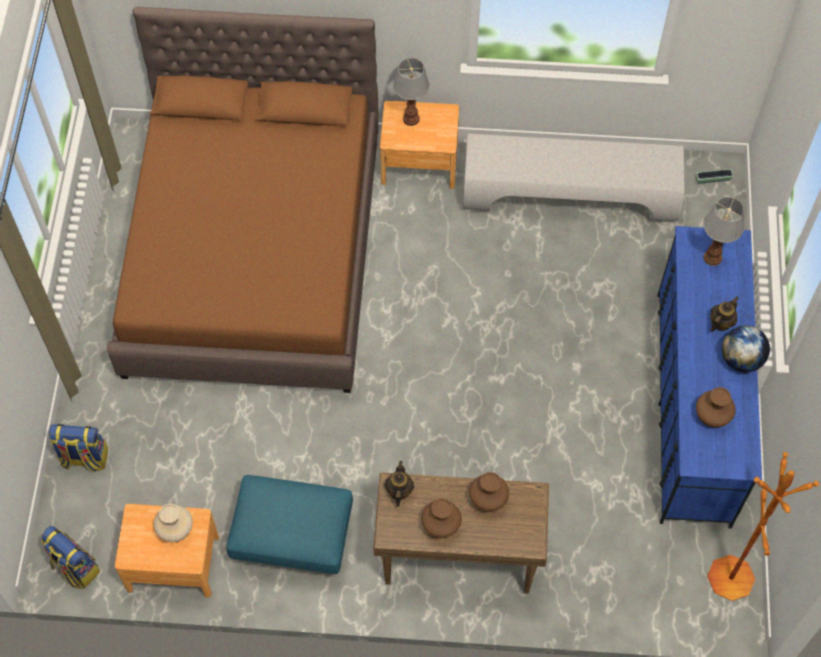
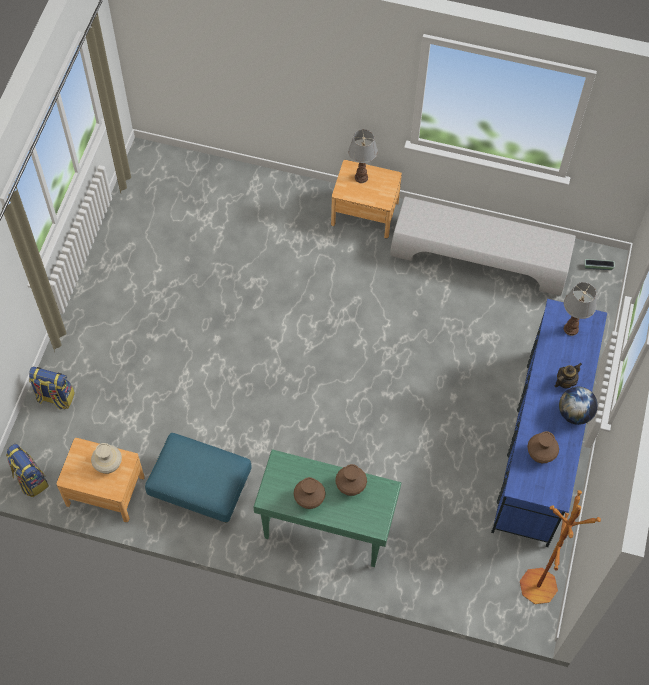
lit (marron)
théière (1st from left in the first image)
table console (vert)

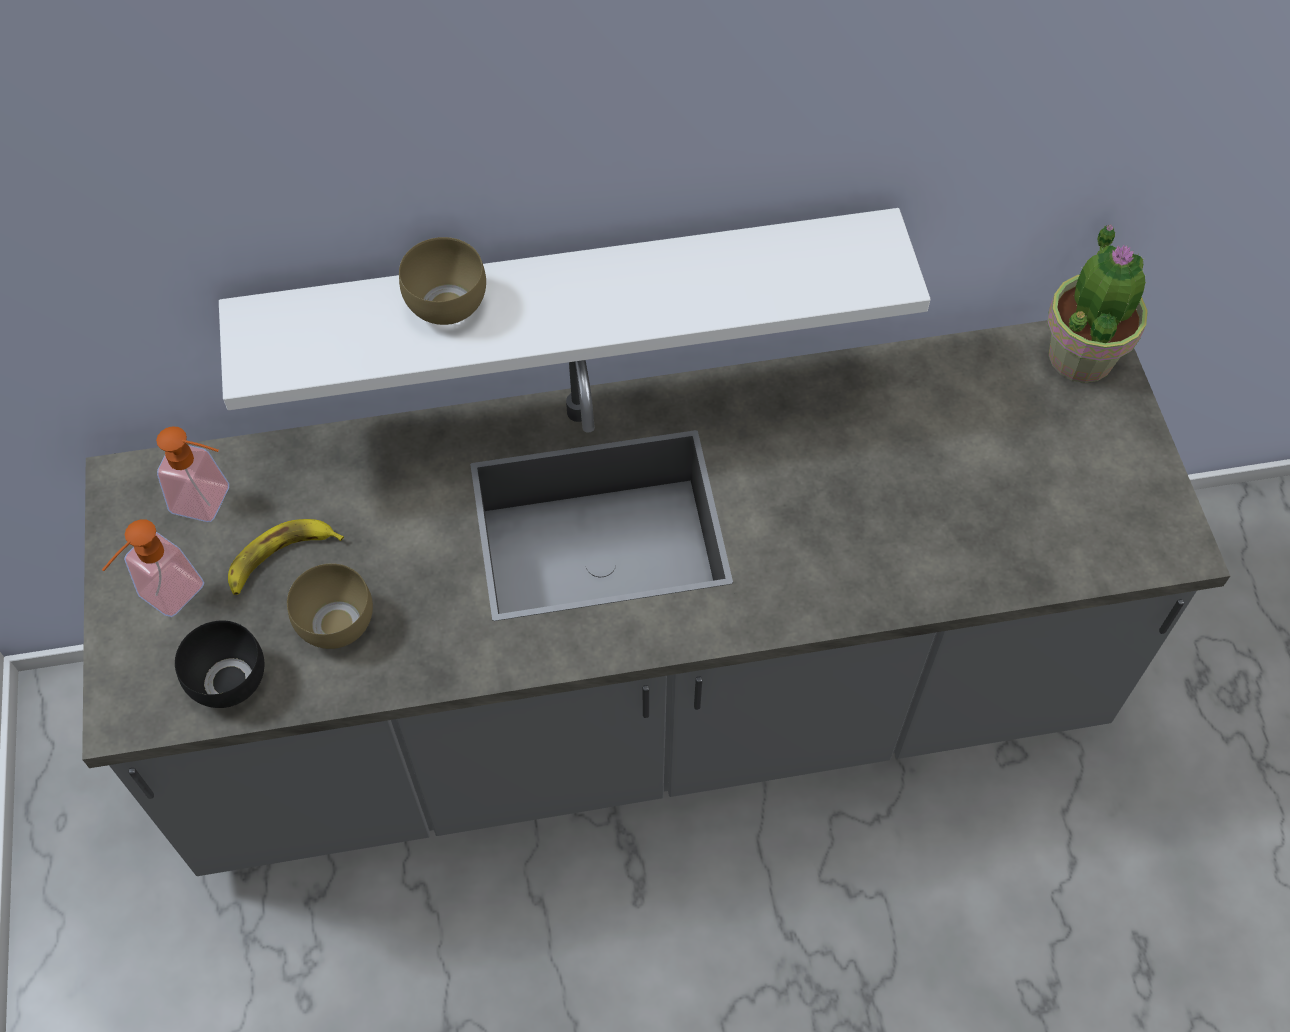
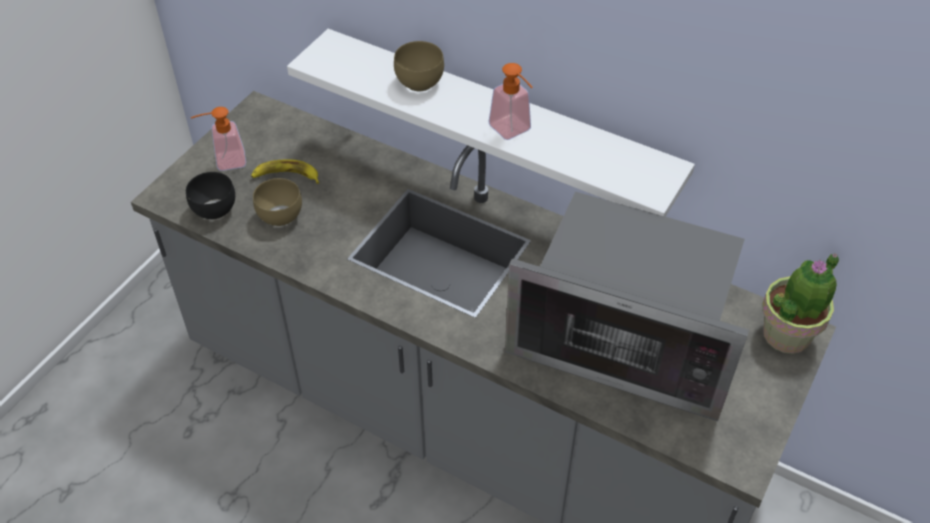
micro-ondes
distributeur de savon (2nd from left)

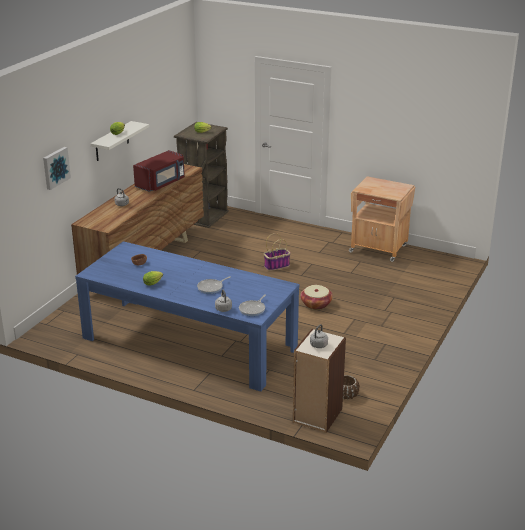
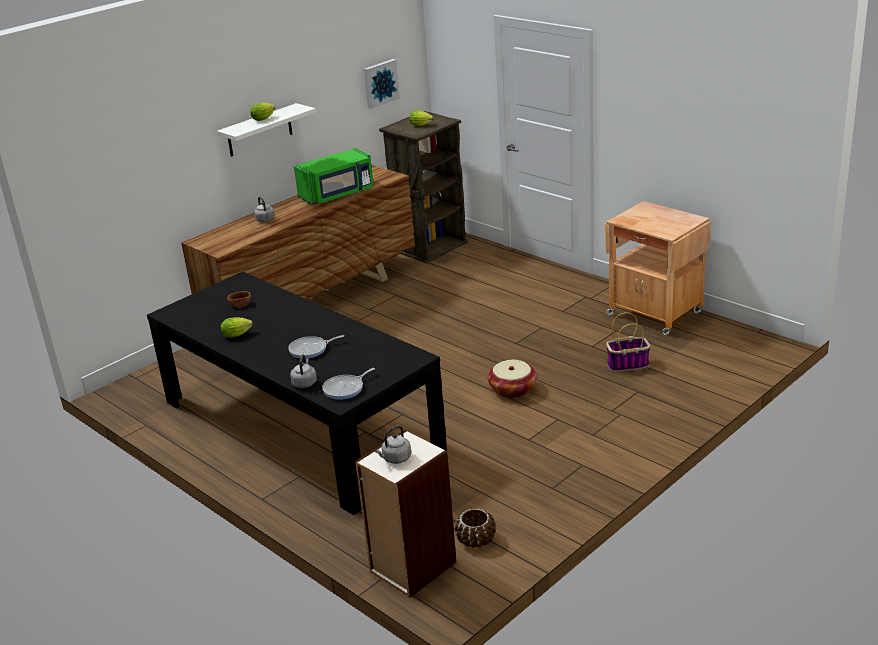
tableau
panier (2nd from left)
table à manger (noir)
micro-ondes (vert)

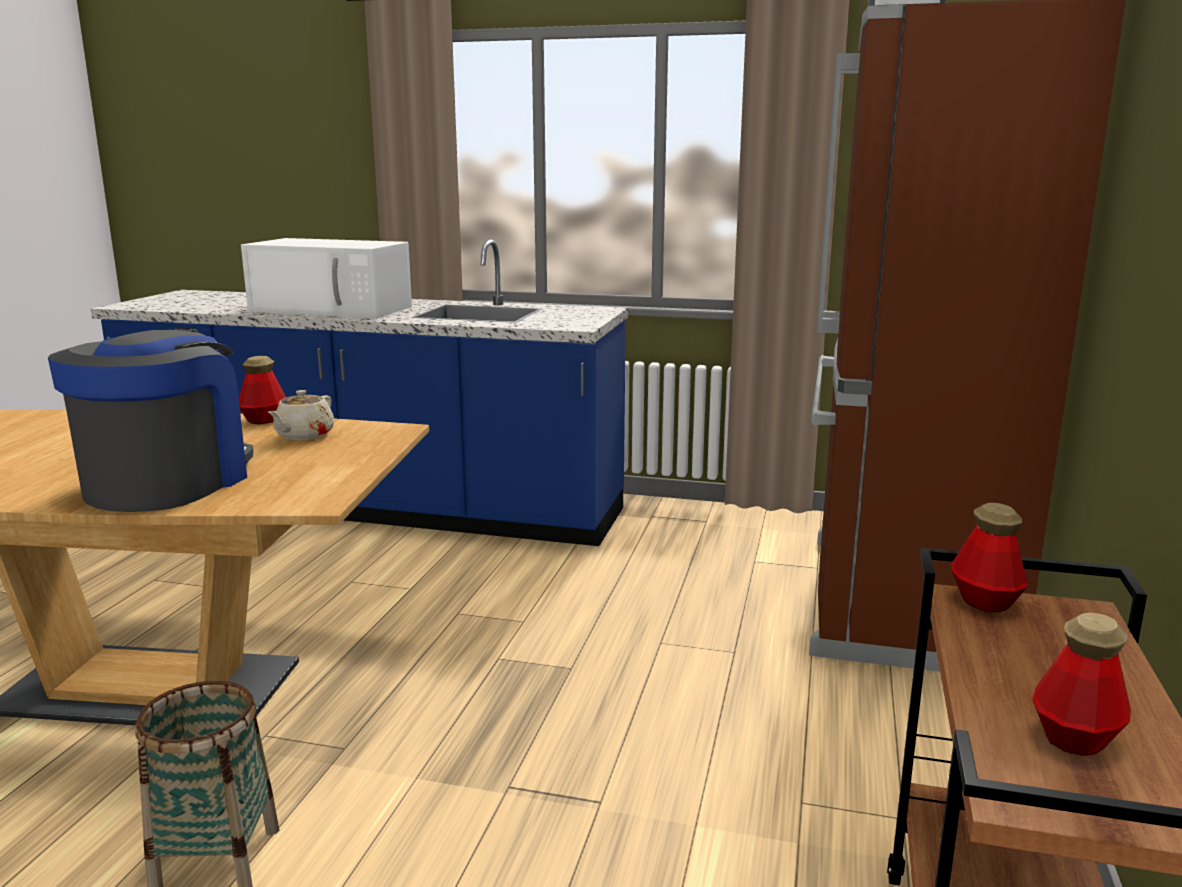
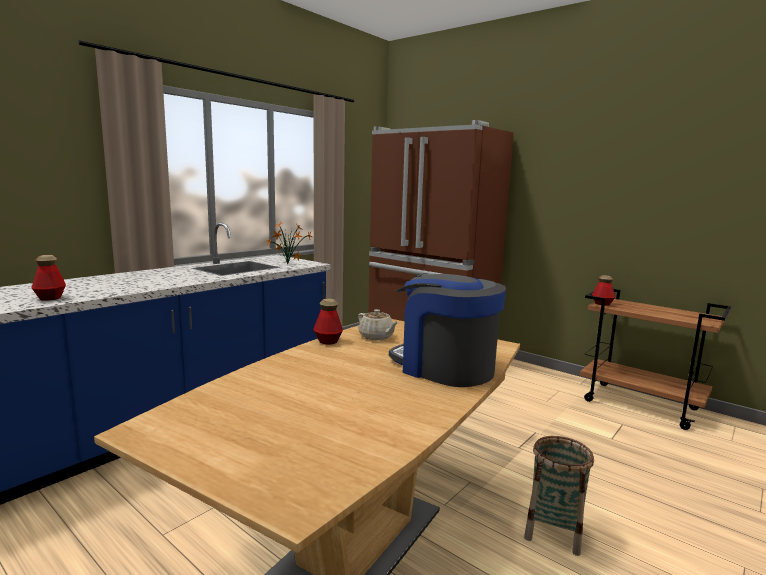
micro-ondes (blanc)
plante en pot
bouteille (1st from left)

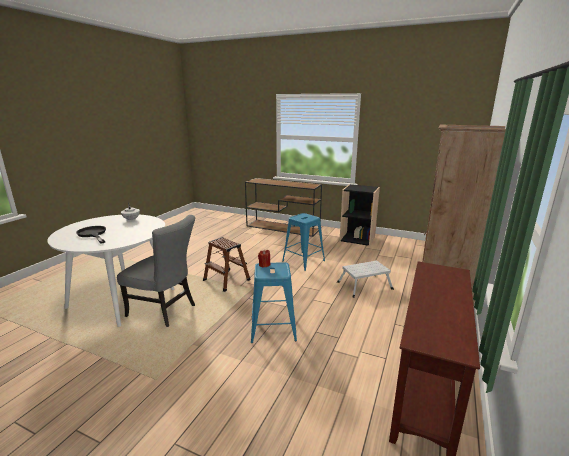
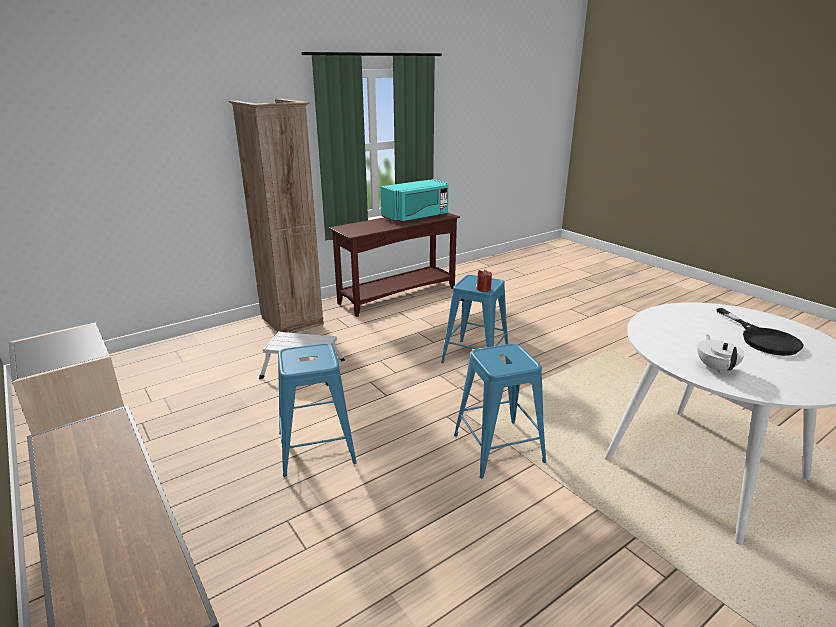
chaise (gris)
micro-ondes (turquoise)
tabouret (bleu) (3rd from left)

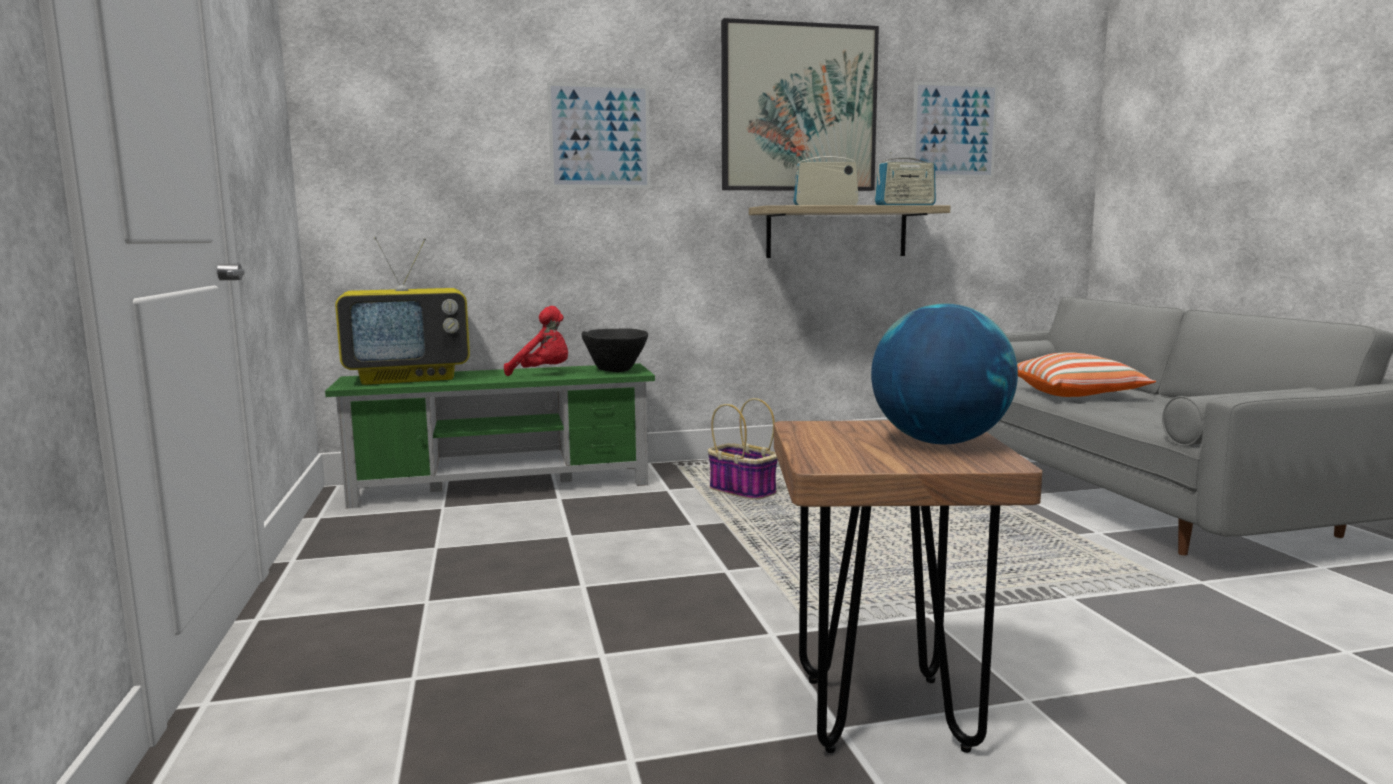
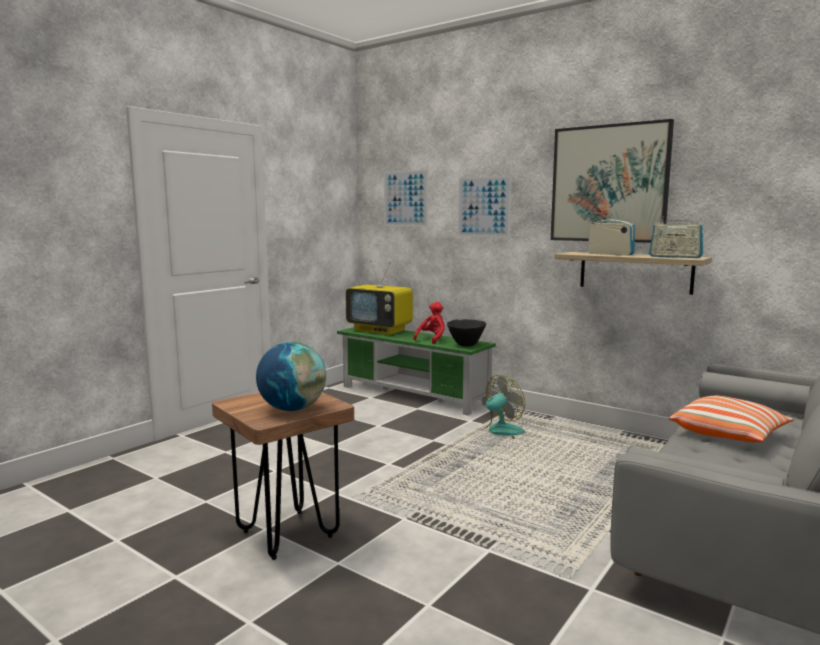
tableau (1st from left)
ventilateur
peluche (rouge)

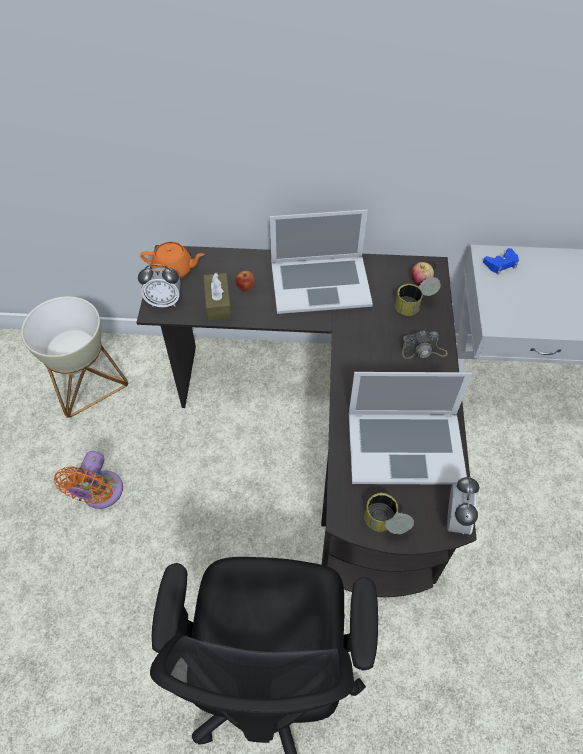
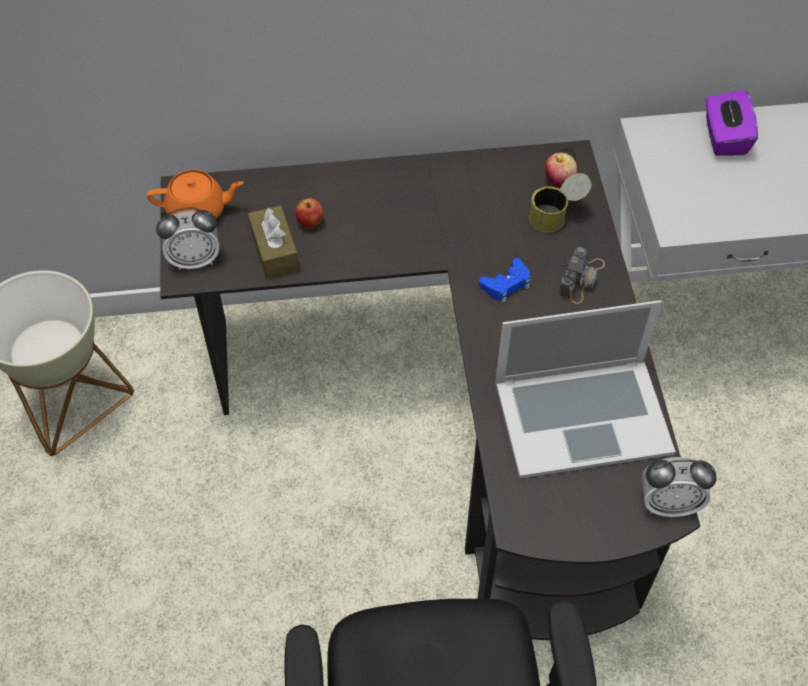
ventilateur (orange)
ordinateur portable (1st from left in the first image)
boîte métallique (1st from left in the first image)
boîte à mouchoirs (violet)
manette (bleu)
appareil photo
réveil (2nd from left)

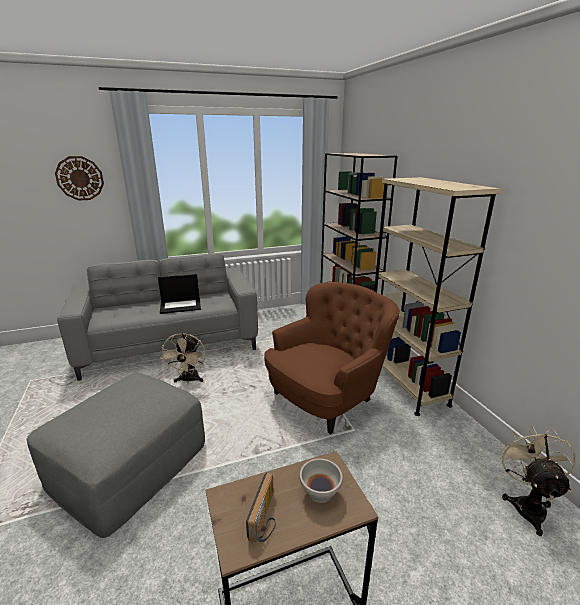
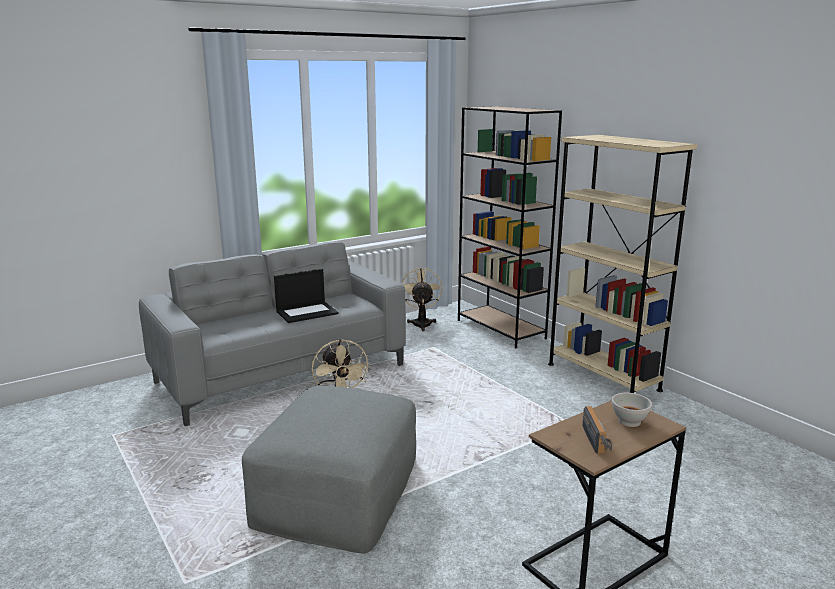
horloge murale
fauteuil (marron)
ventilateur (beige) (2nd from left)

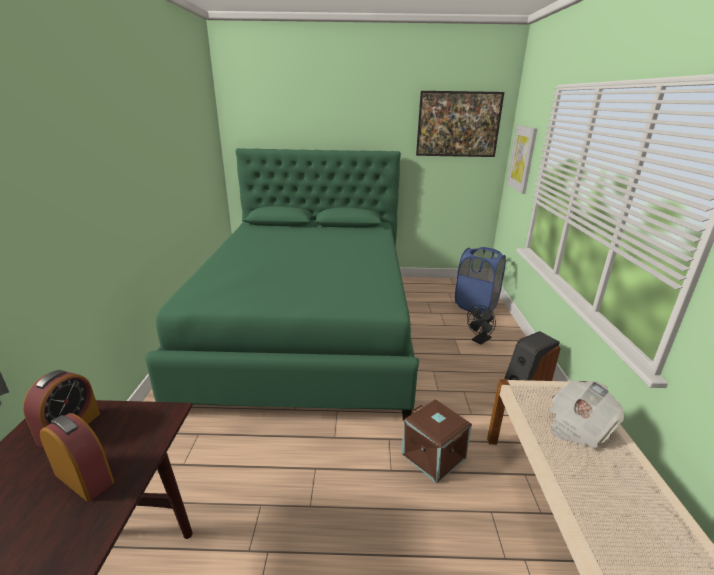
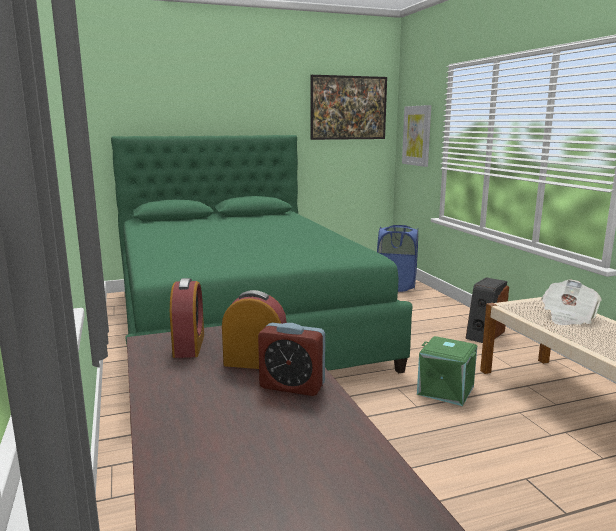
ventilateur (noir)
réveil (3rd from left)
boîte de rangement (vert)

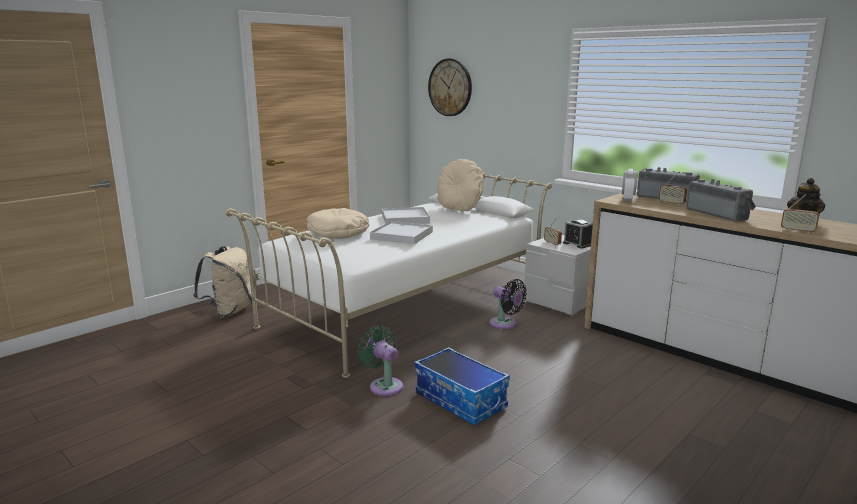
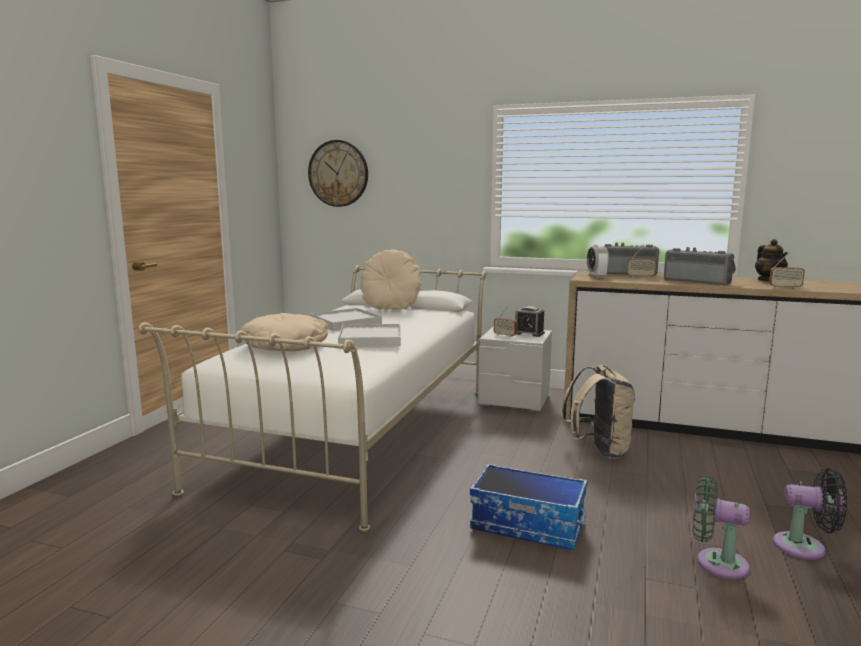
sac à dos (beige)
ventilateur (vert)
ventilateur (noir)

